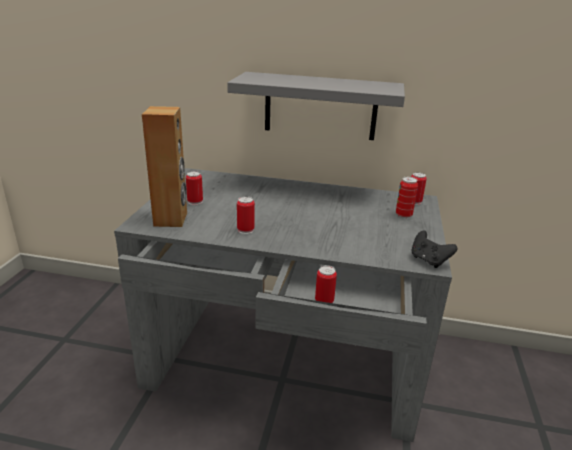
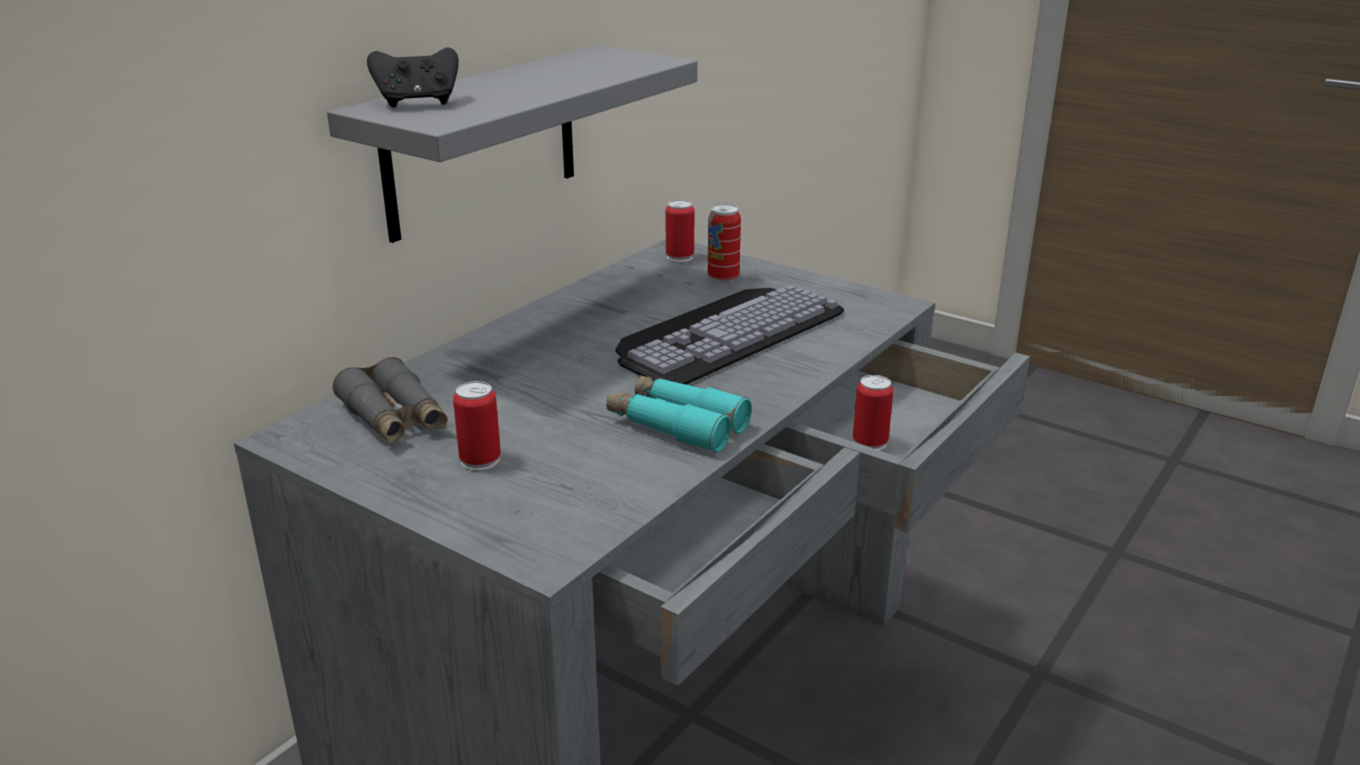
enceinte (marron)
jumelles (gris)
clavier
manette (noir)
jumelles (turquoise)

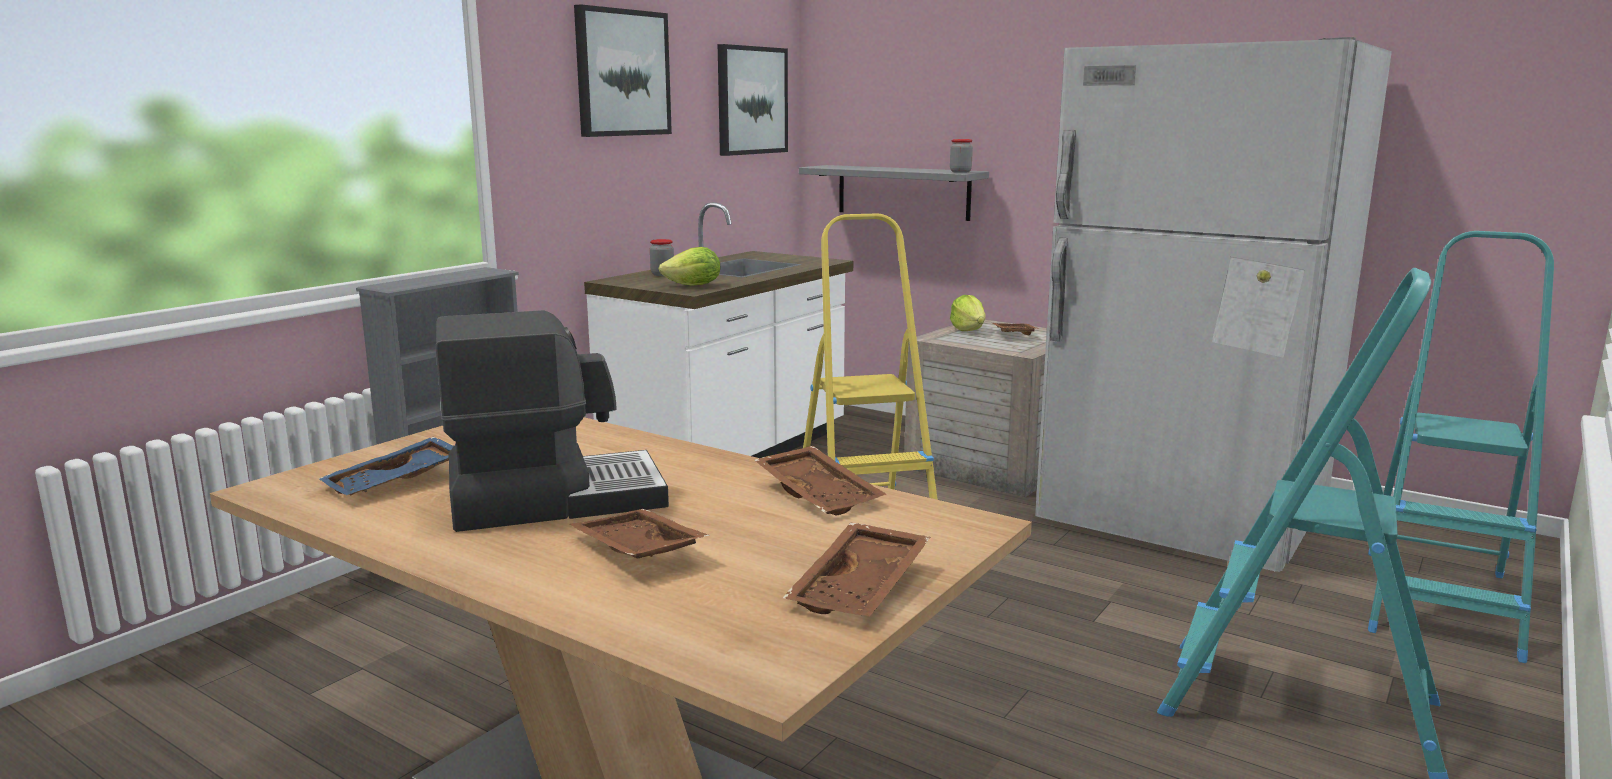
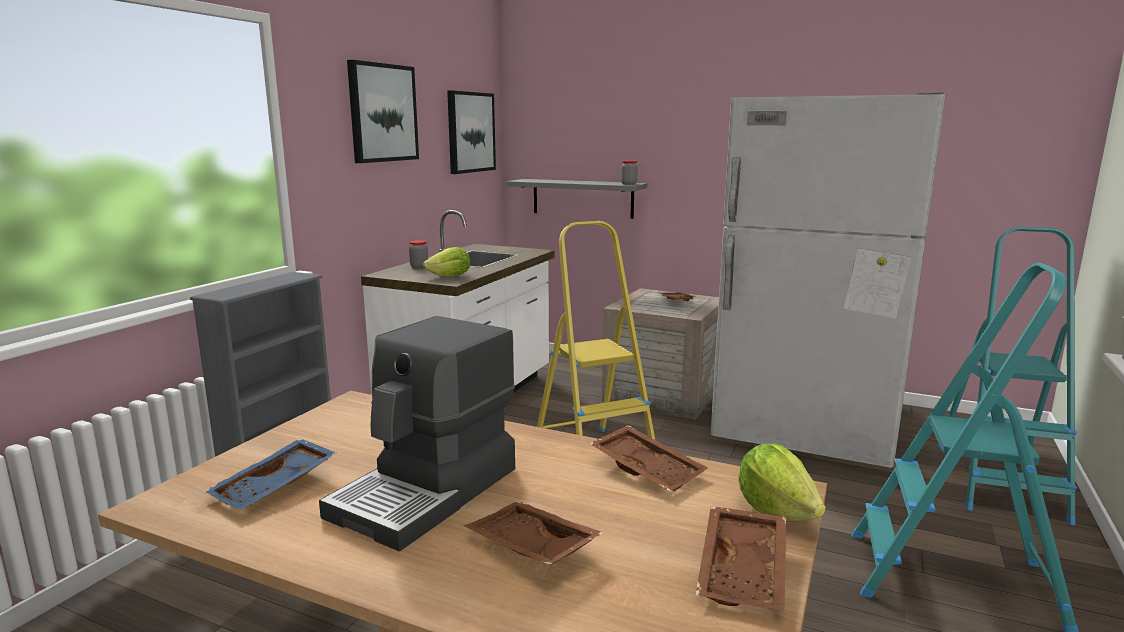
laitue (2nd from left)
machine à café

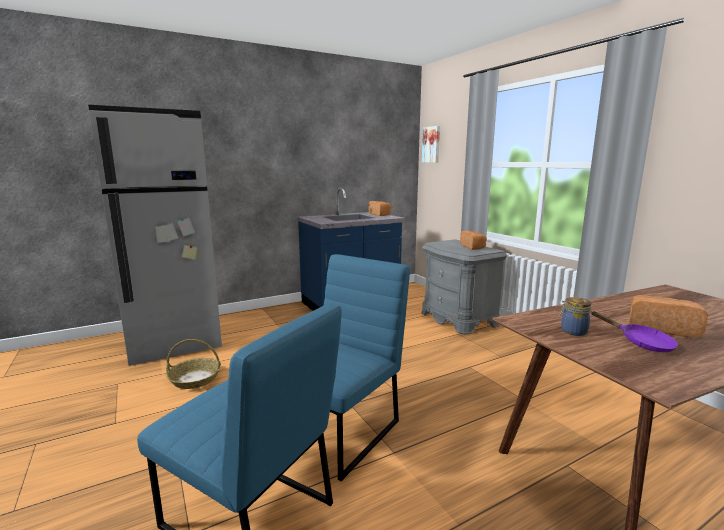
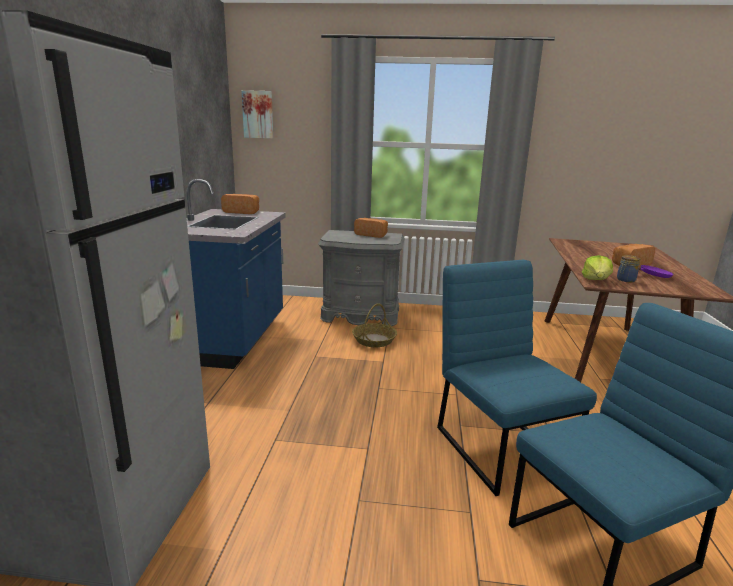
laitue
panier

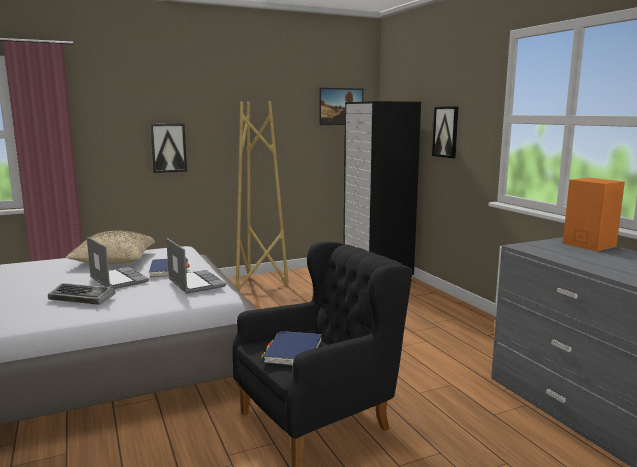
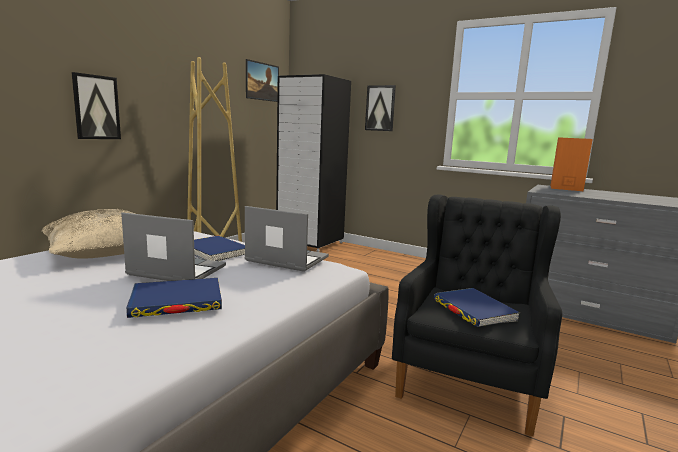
livre (bleu) (1st from left)

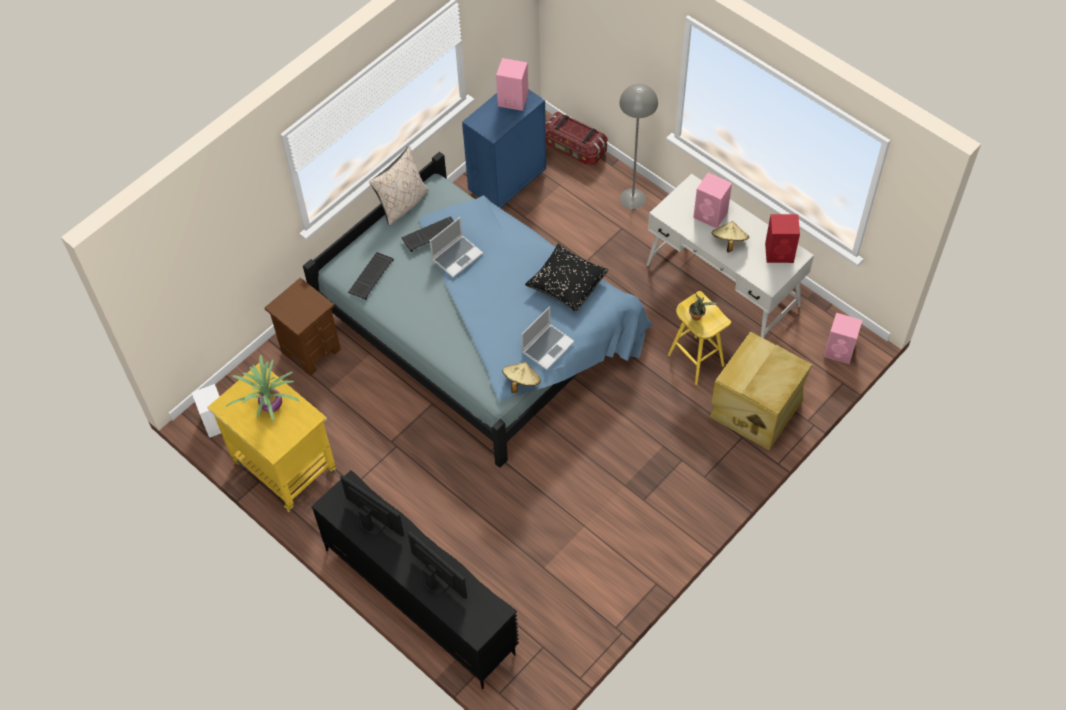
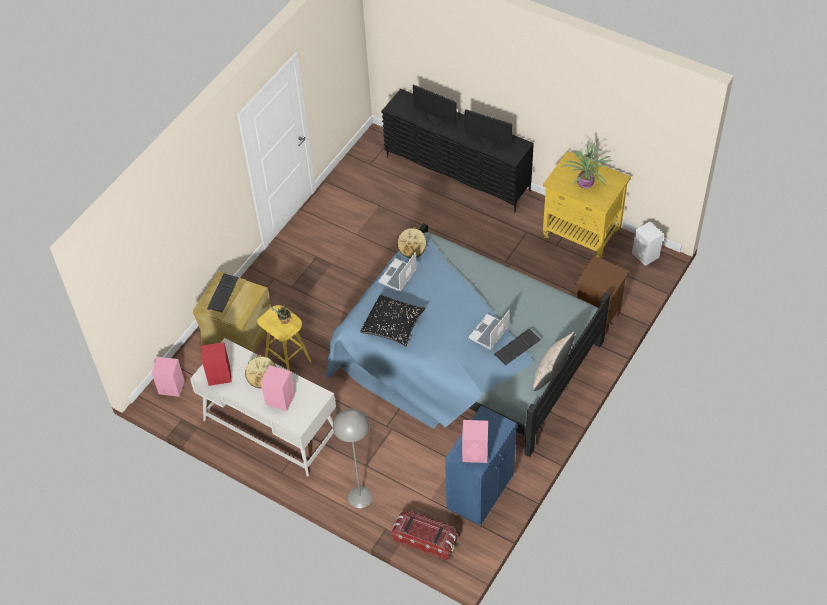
clavier (1st from left)

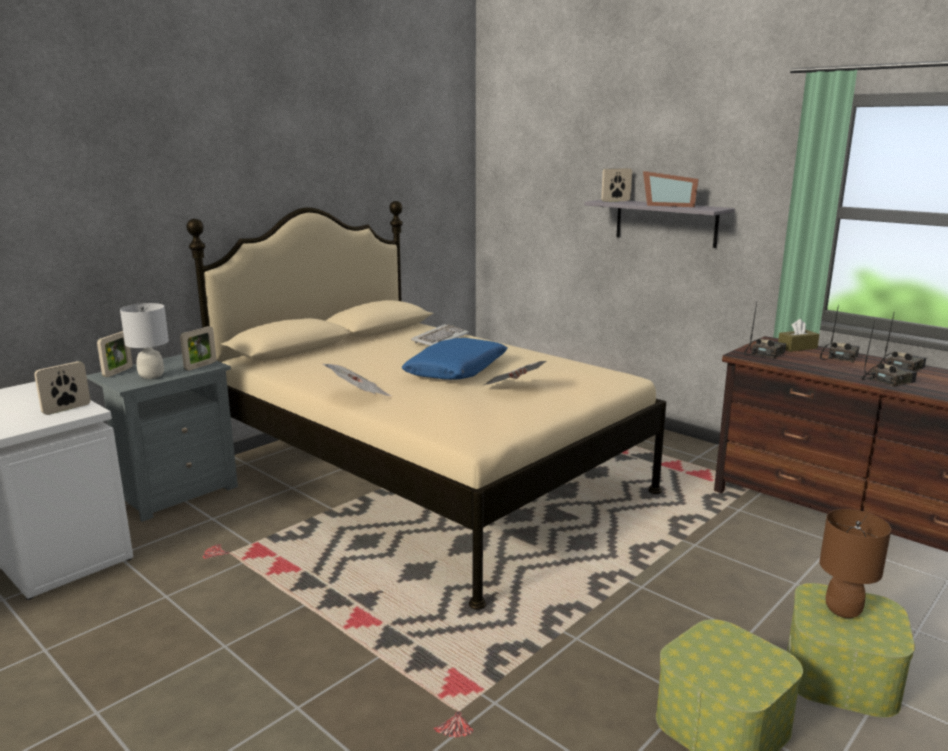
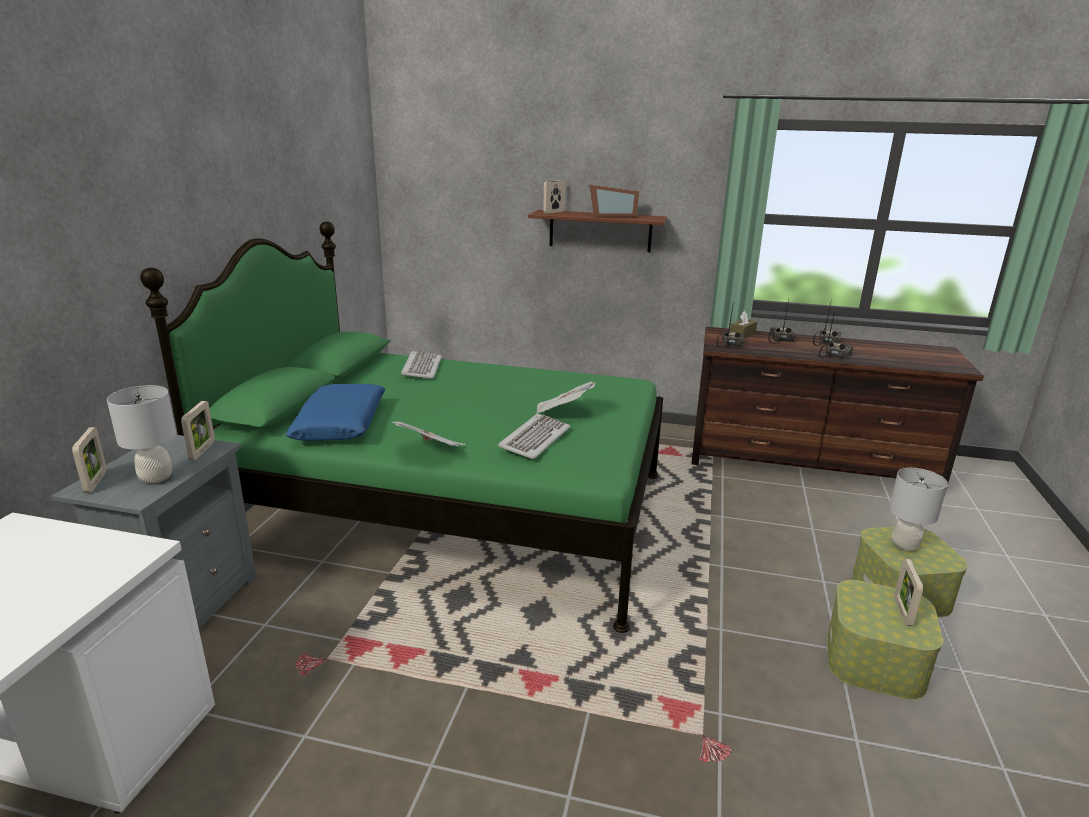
clavier (2nd from left)
cadre photo (5th from left)
coussin (bleu)
lit (vert)
étagère (marron)
lampe de table (gris) (2nd from left)

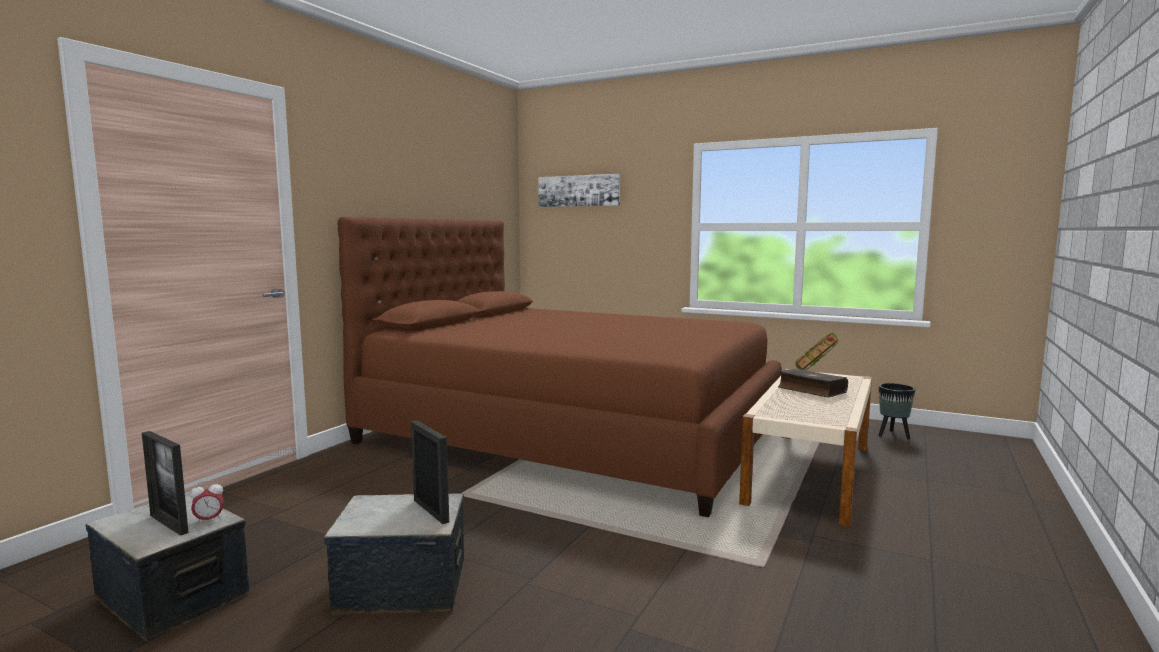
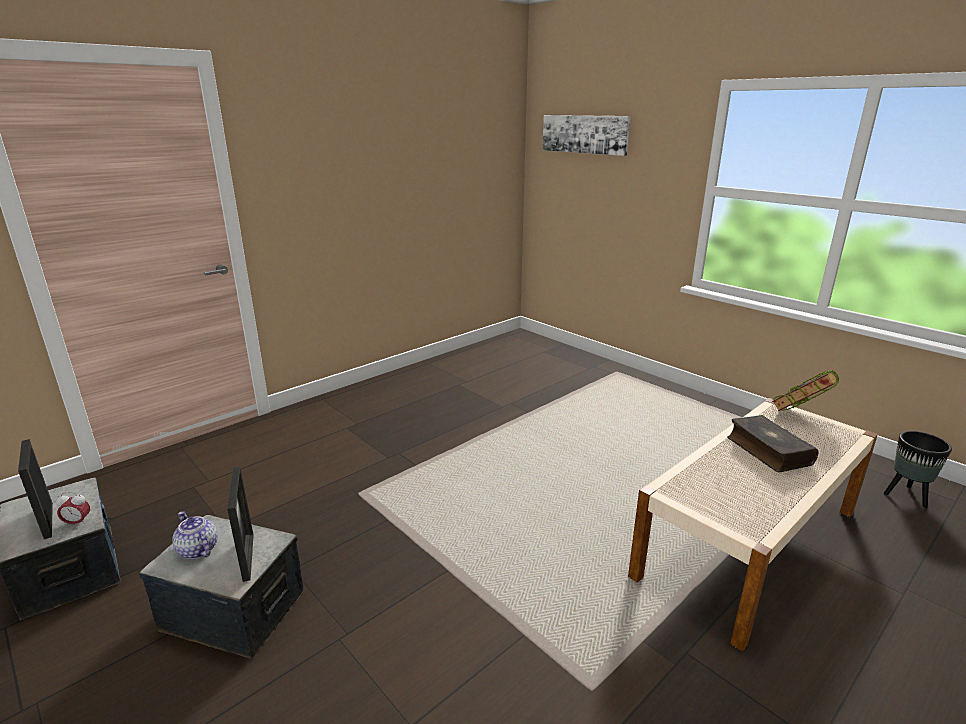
lit (marron)
théière

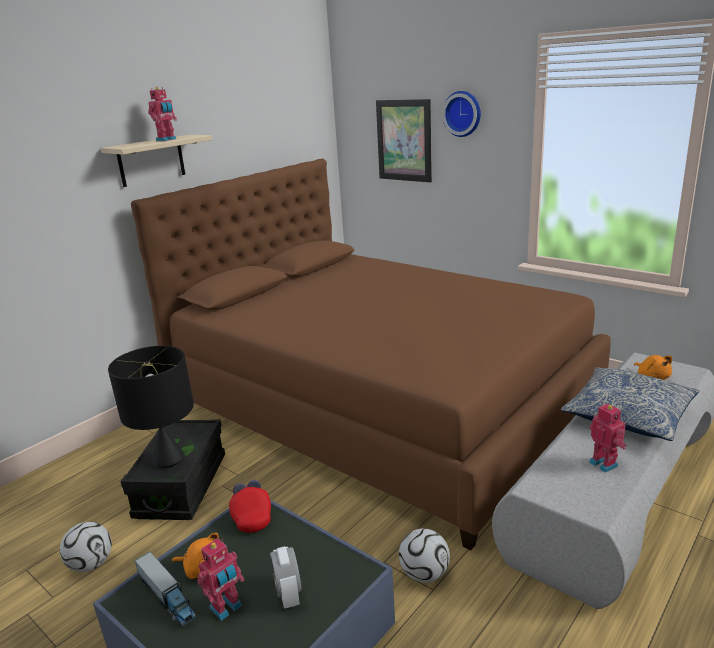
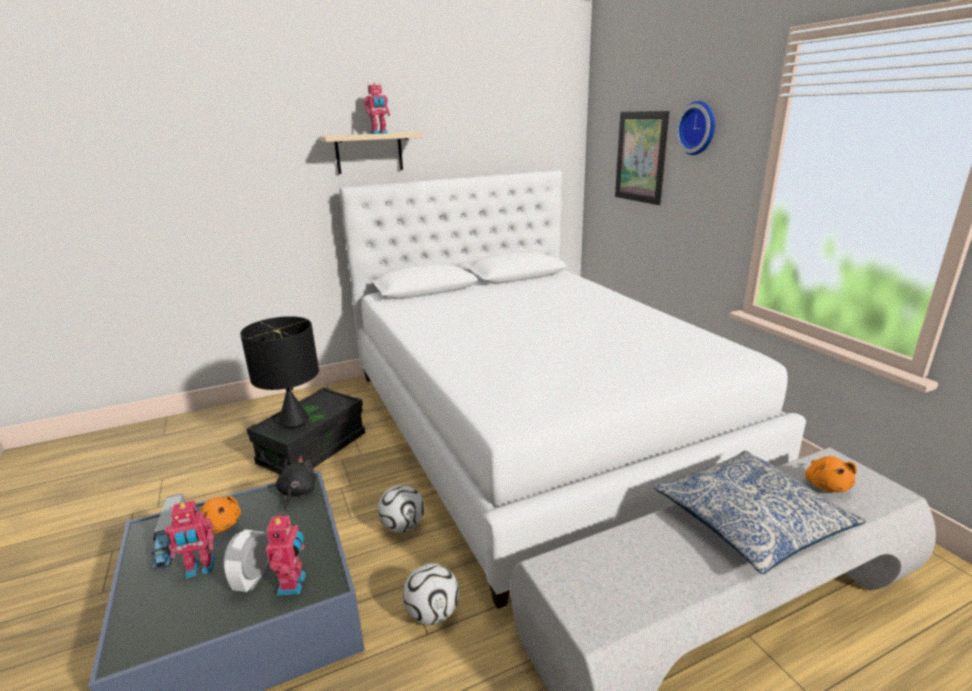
ballon de foot (1st from left)
robot jouet (2nd from left)
peluche (noir)
lit (blanc)

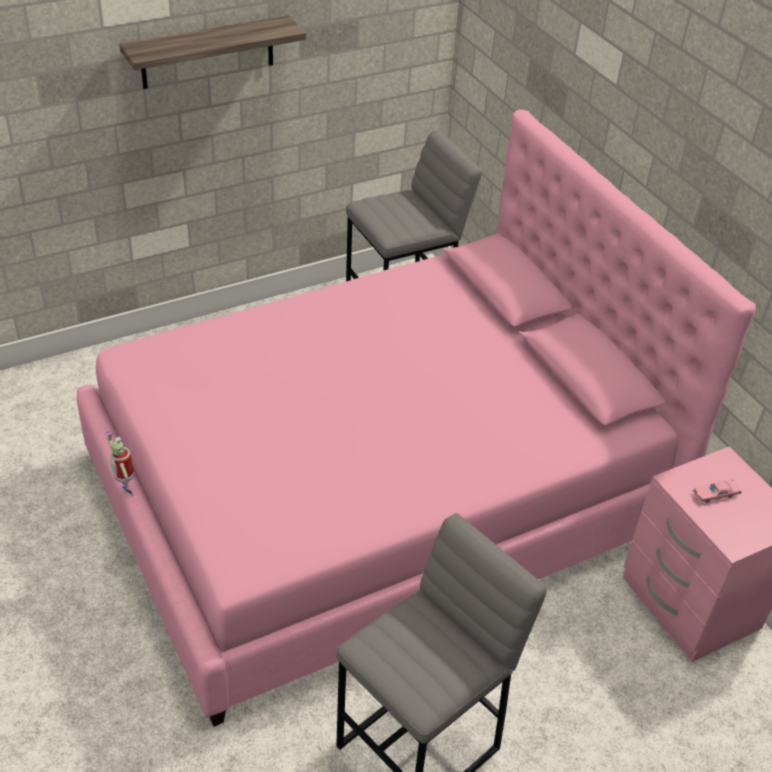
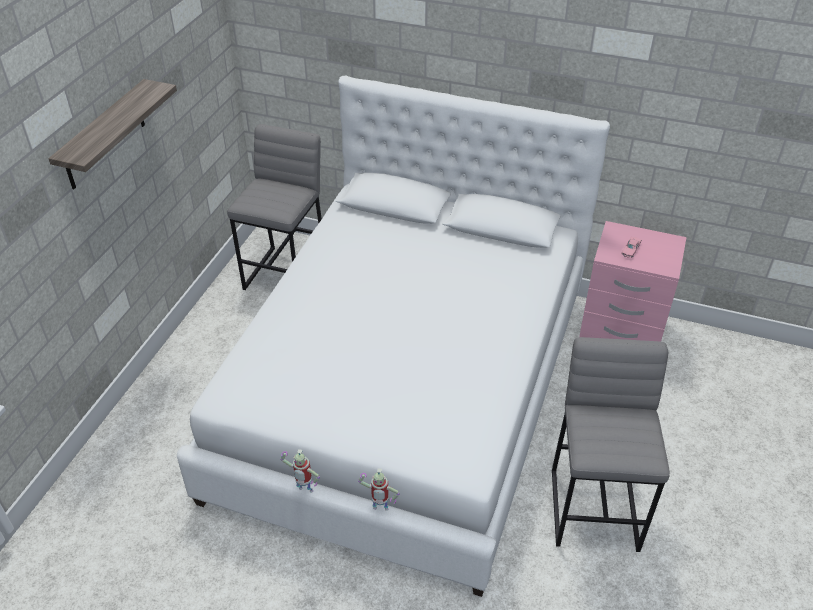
robot jouet (2nd from left)
lit (blanc)

